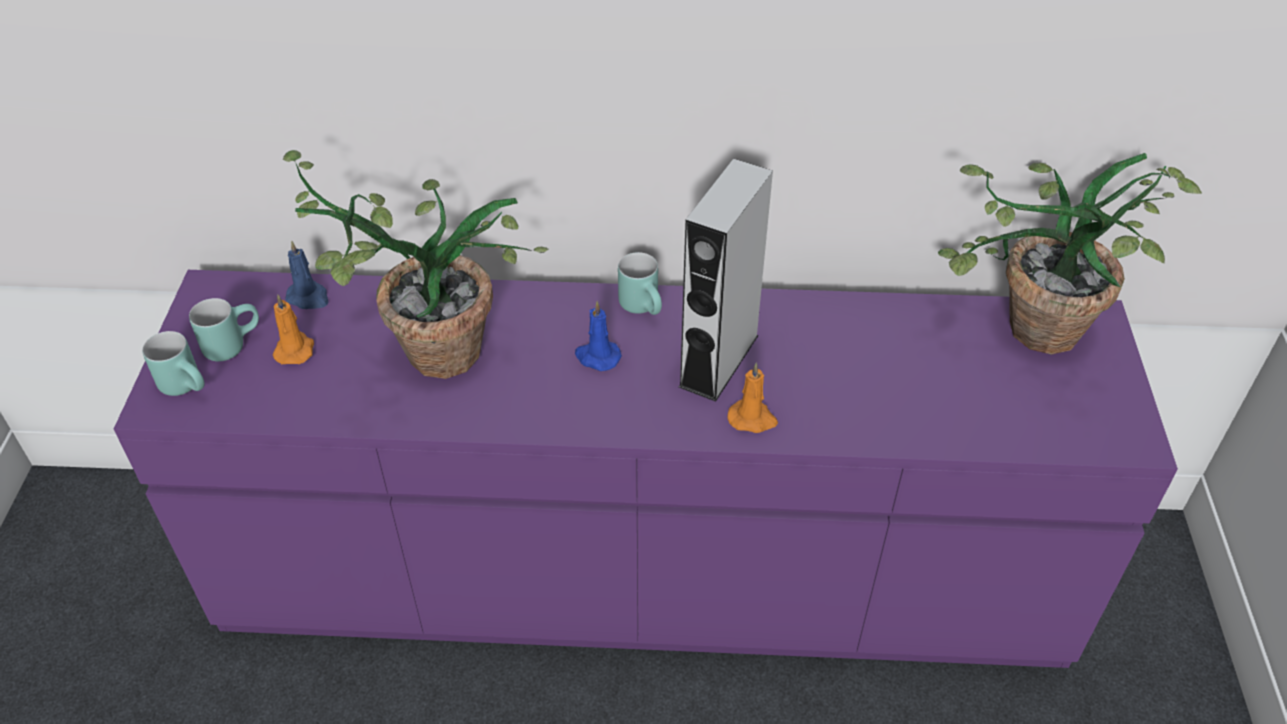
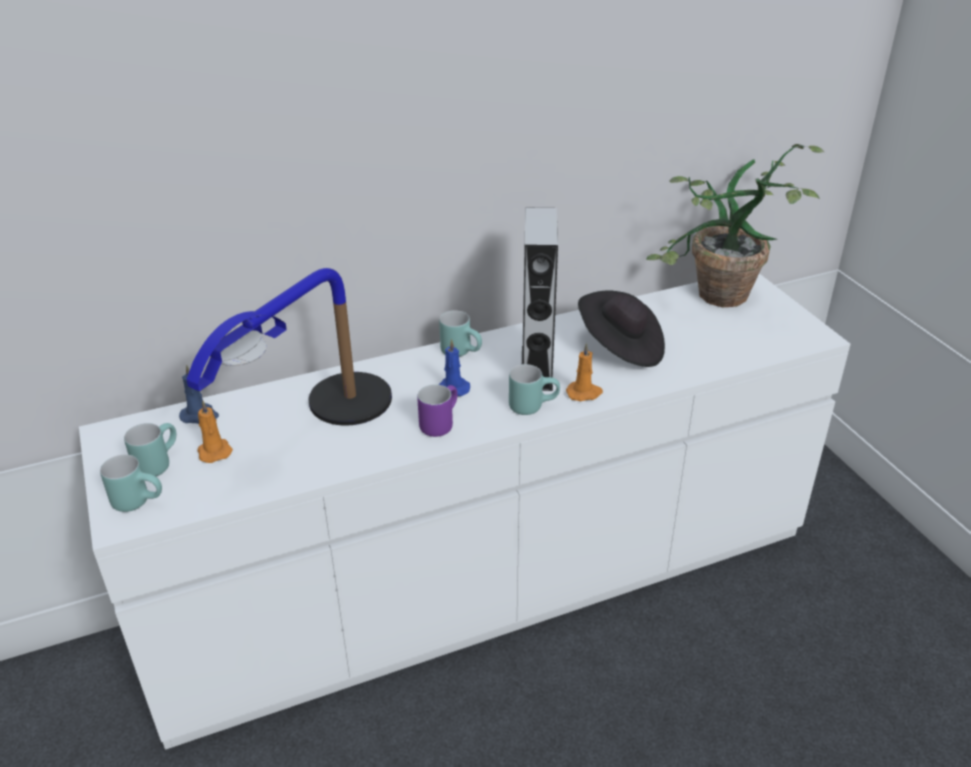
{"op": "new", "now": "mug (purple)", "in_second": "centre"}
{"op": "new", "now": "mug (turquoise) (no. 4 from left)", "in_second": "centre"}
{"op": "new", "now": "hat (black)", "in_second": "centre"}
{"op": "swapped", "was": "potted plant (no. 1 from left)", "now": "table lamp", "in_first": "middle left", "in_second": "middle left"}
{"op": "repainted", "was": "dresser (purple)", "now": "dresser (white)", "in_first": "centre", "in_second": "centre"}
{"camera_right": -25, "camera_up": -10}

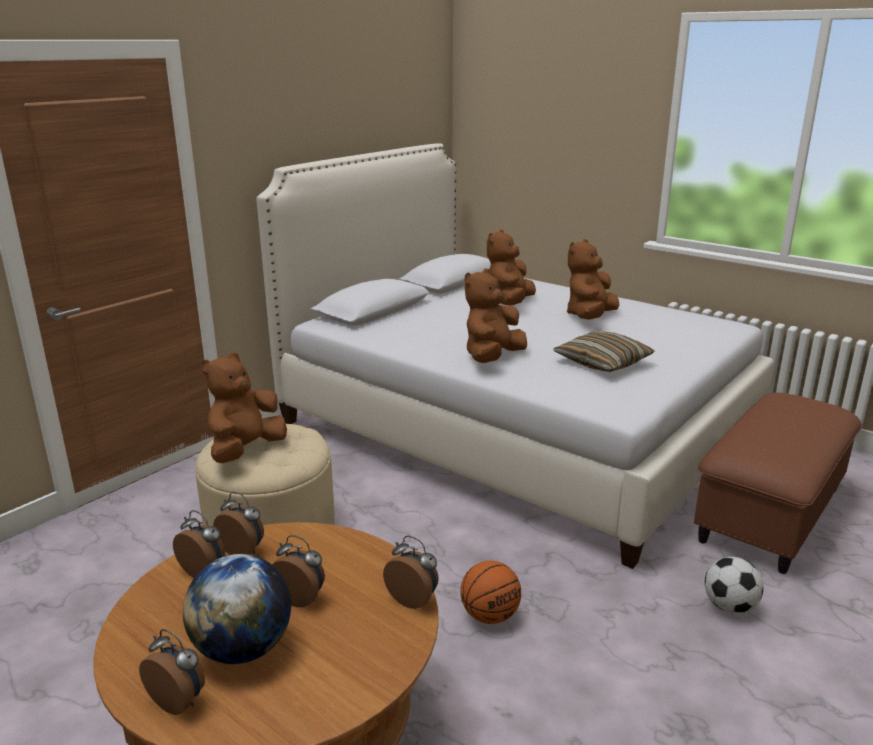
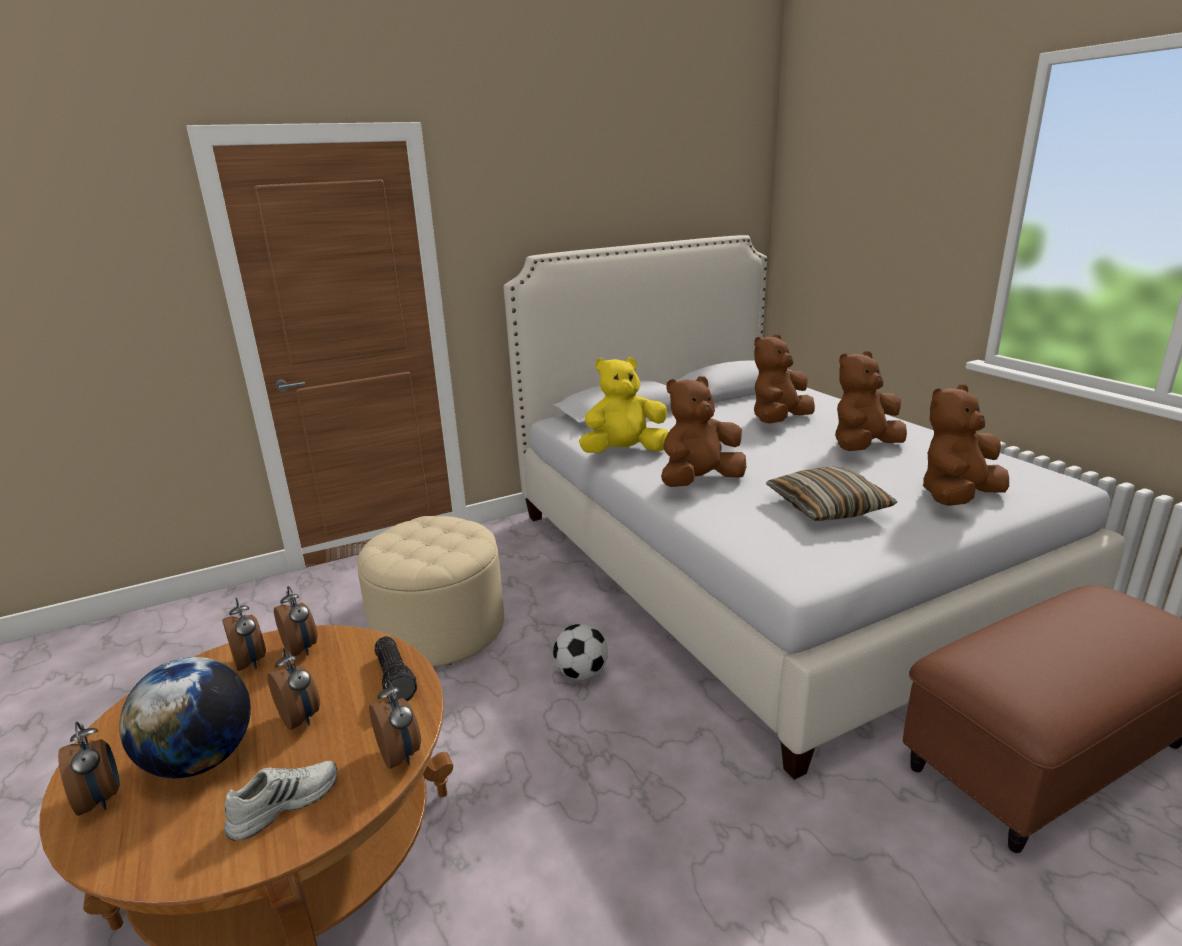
{"op": "gone", "was": "basketball", "in_first": "bottom centre"}
{"op": "new", "now": "shoe (white)", "in_second": "bottom left"}
{"op": "new", "now": "flashlight", "in_second": "bottom centre"}
{"op": "new", "now": "plush toy (yellow)", "in_second": "centre"}
{"op": "shifted", "was": "plush toy (brown) (no. 1 from left in the first image)", "now": "plush toy (brown) (no. 4 from left)", "in_first": "middle left", "in_second": "middle right"}
{"op": "shifted", "was": "football", "in_first": "bottom right", "in_second": "bottom centre"}
{"camera_right": 25, "camera_up": 0}

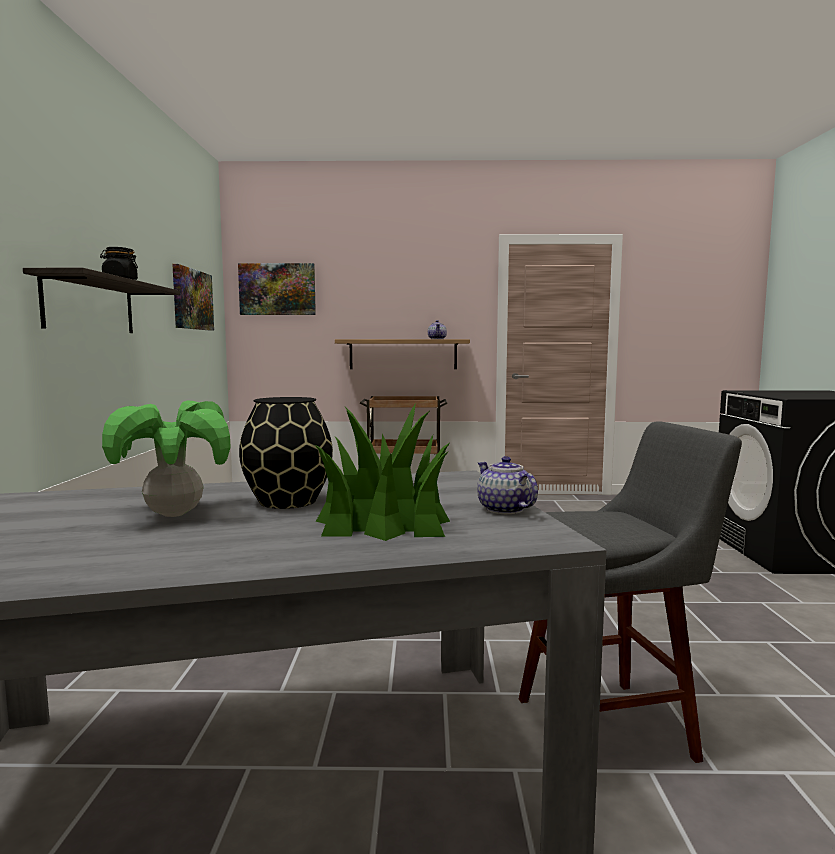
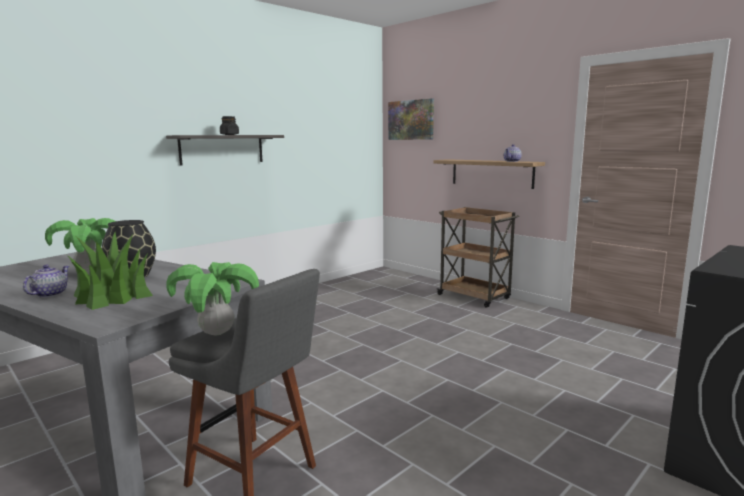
{"op": "gone", "was": "picture (no. 1 from left)", "in_first": "middle left"}
{"op": "new", "now": "potted plant (no. 3 from left)", "in_second": "middle left"}
{"op": "shifted", "was": "teapot (no. 2 from left in the first image)", "now": "teapot (no. 1 from left)", "in_first": "centre", "in_second": "middle left"}
{"camera_right": 45, "camera_up": 5}

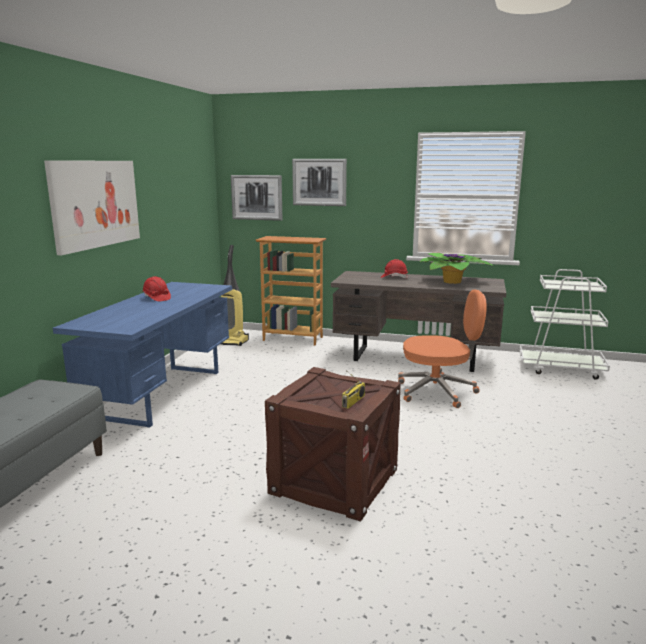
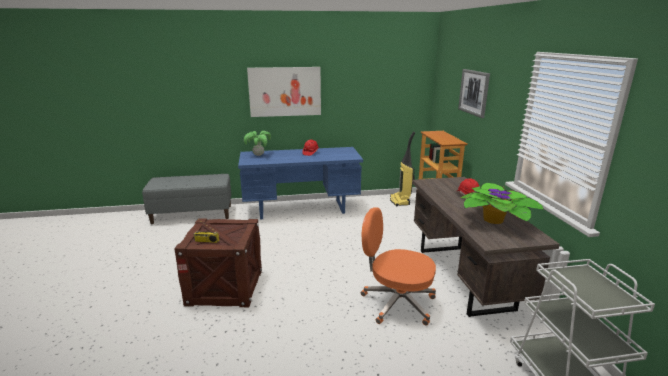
{"op": "gone", "was": "picture (no. 2 from left)", "in_first": "top centre"}
{"op": "new", "now": "potted plant (no. 1 from left)", "in_second": "centre"}
{"op": "rotated", "was": "office chair (orange)", "in_first": "middle right", "in_second": "bottom centre", "clockwise": 135}
{"camera_right": 65, "camera_up": 5}

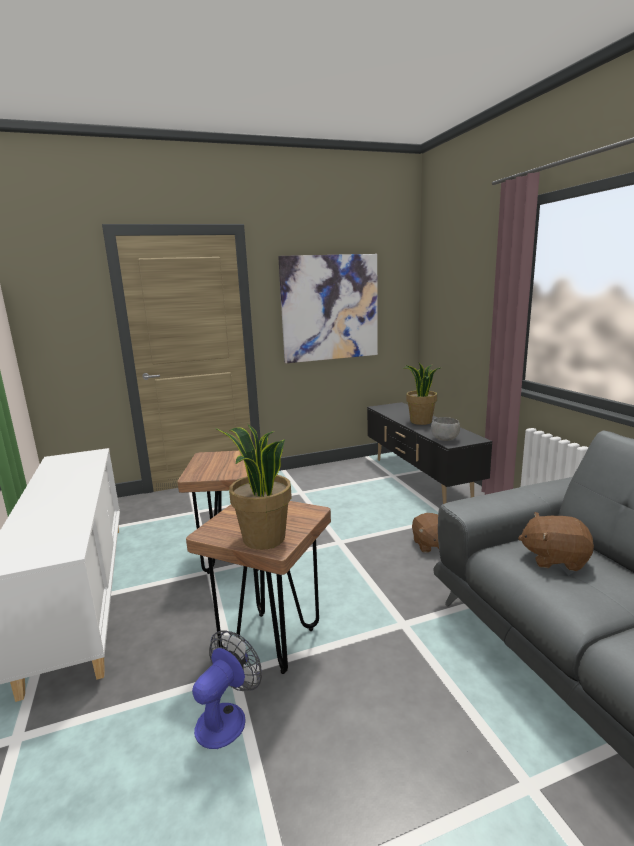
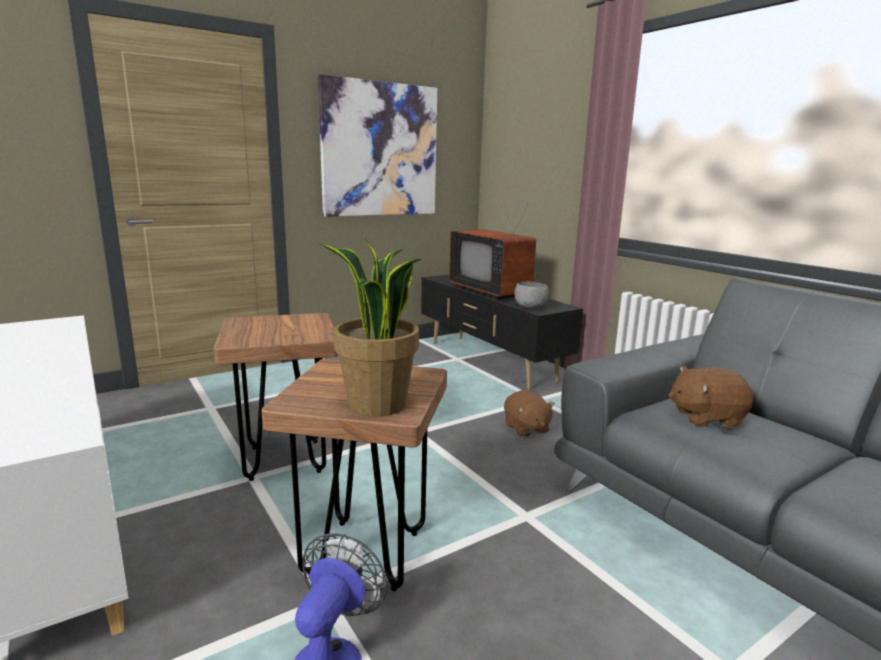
{"op": "swapped", "was": "potted plant (no. 2 from left)", "now": "television", "in_first": "centre", "in_second": "centre"}
{"camera_right": -15, "camera_up": 0}

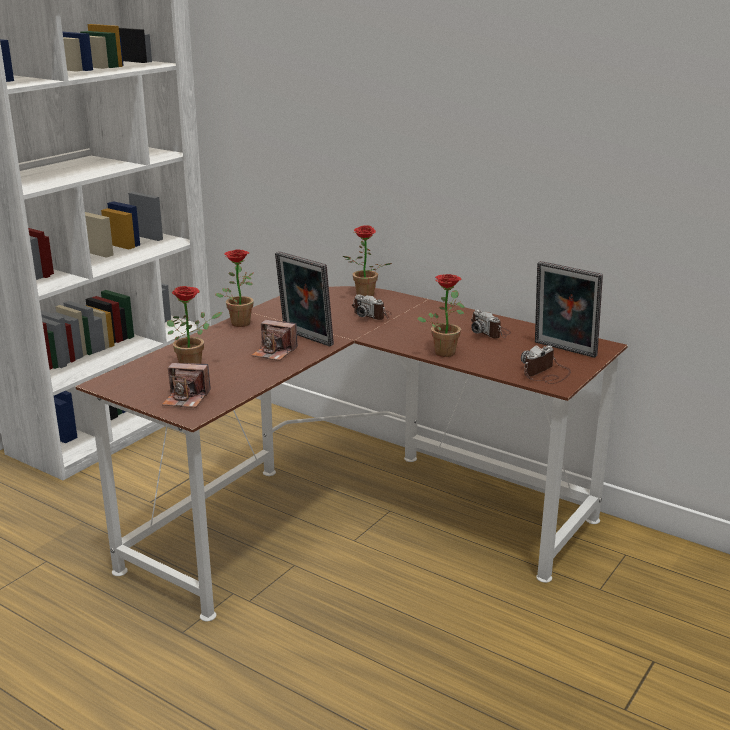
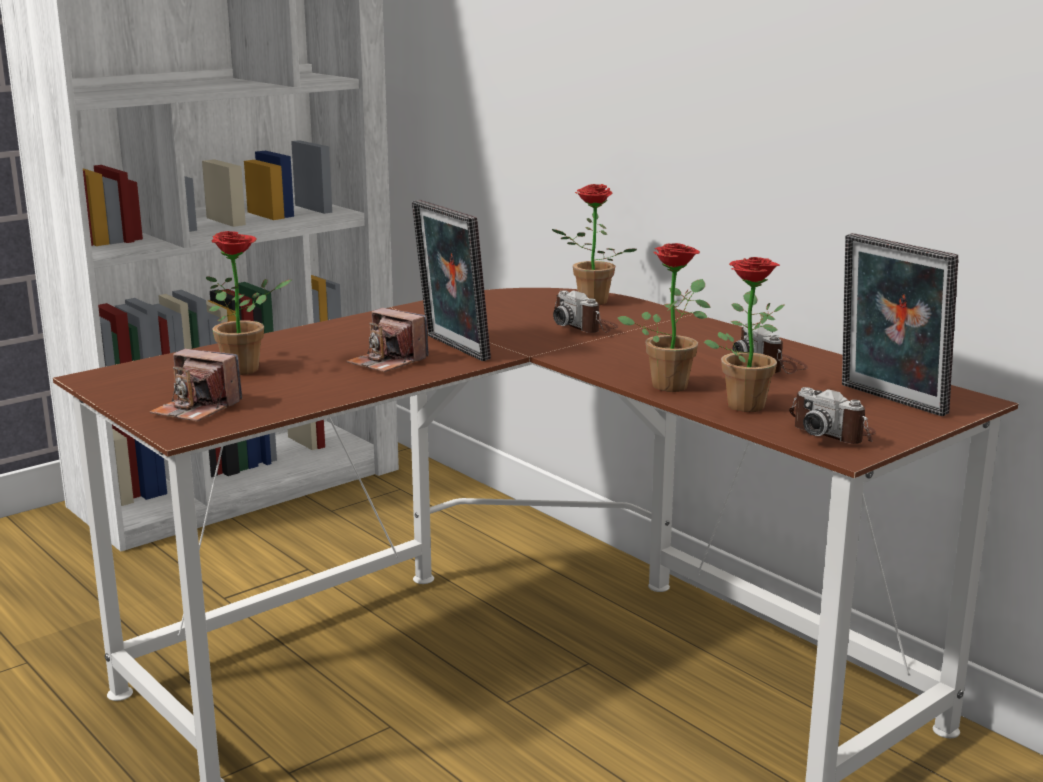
{"op": "shifted", "was": "potted plant (no. 2 from left in the first image)", "now": "potted plant (no. 4 from left)", "in_first": "middle left", "in_second": "middle right"}
{"op": "rotated", "was": "photo camera (no. 5 from left)", "in_first": "middle right", "in_second": "middle right", "clockwise": -105}
{"camera_right": 15, "camera_up": -5}

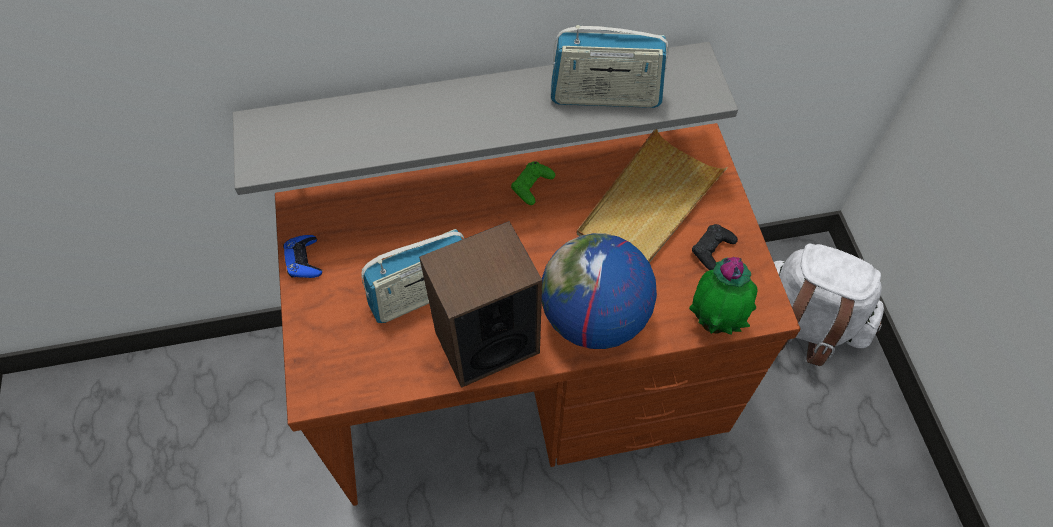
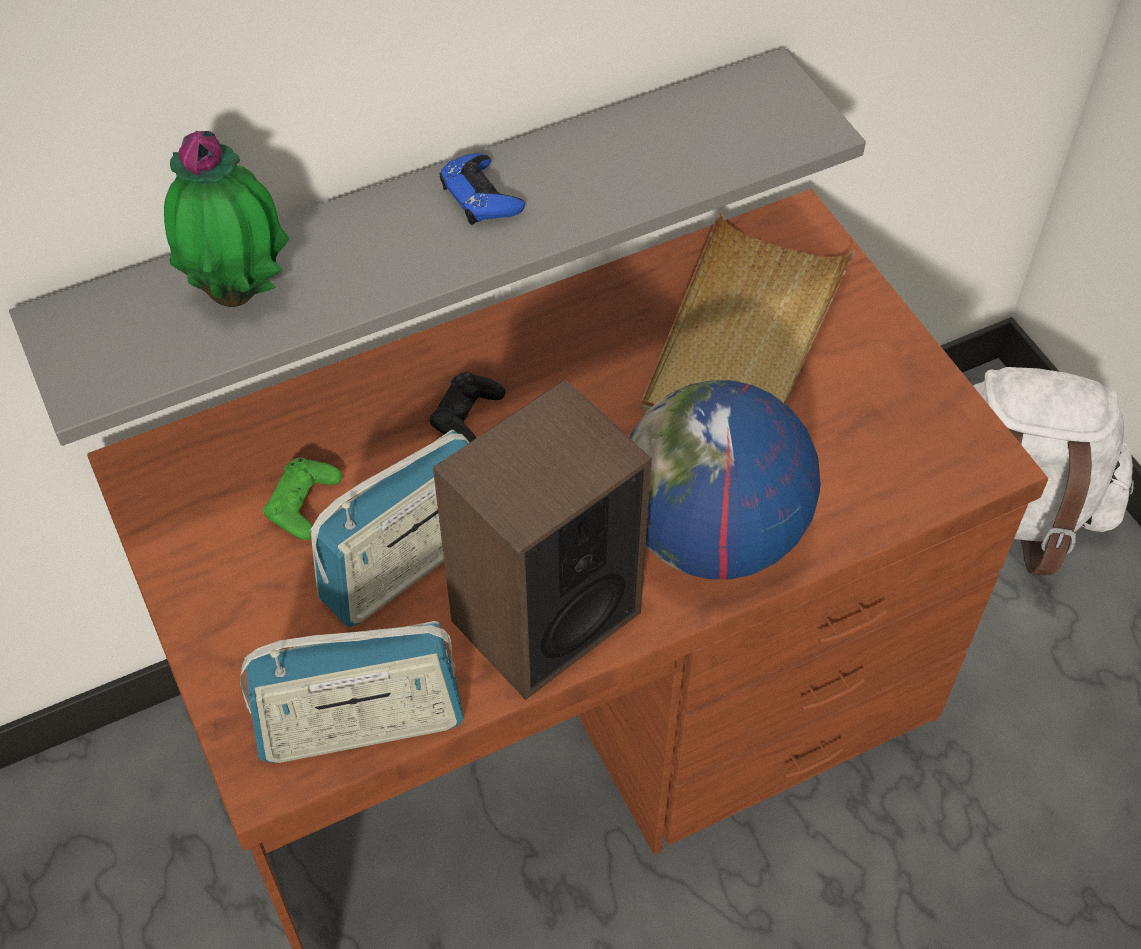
{"op": "shifted", "was": "game controller (blue)", "in_first": "middle left", "in_second": "top centre"}
{"op": "shifted", "was": "game controller (green)", "in_first": "centre", "in_second": "middle left"}
{"op": "shifted", "was": "radio (no. 2 from left in the first image)", "now": "radio (no. 1 from left)", "in_first": "top centre", "in_second": "bottom left"}
{"op": "shifted", "was": "potted plant", "in_first": "middle right", "in_second": "top left"}
{"op": "shifted", "was": "game controller (black)", "in_first": "middle right", "in_second": "centre"}
{"camera_right": -15, "camera_up": -5}

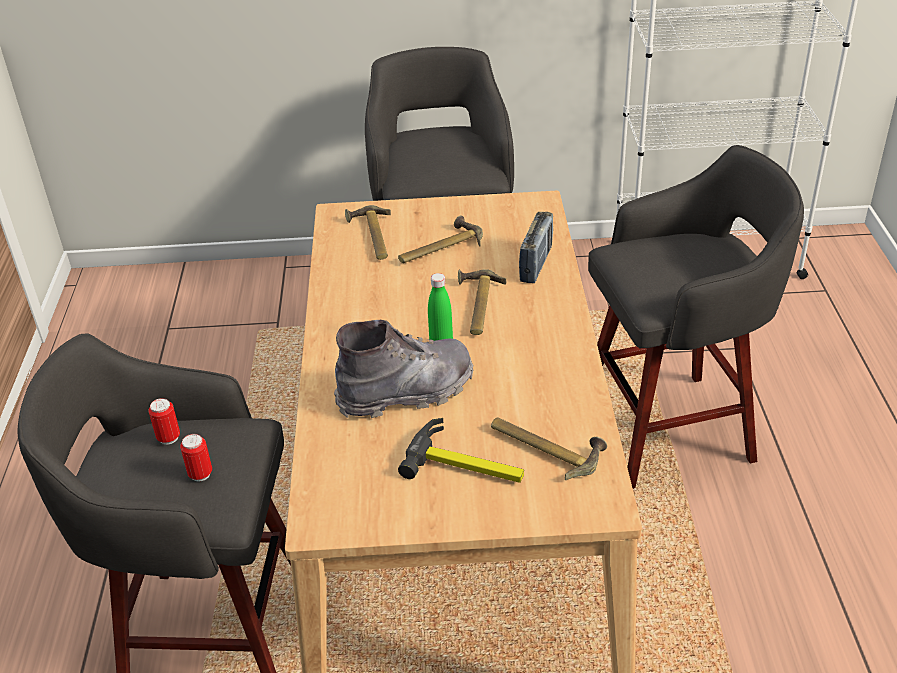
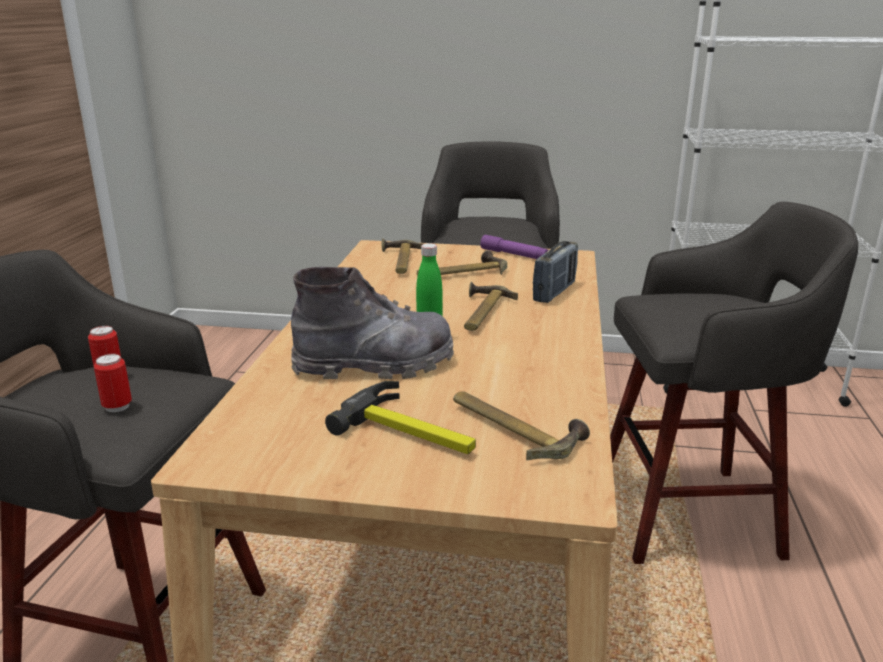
{"op": "new", "now": "flashlight (purple)", "in_second": "centre"}
{"camera_right": 10, "camera_up": -15}

